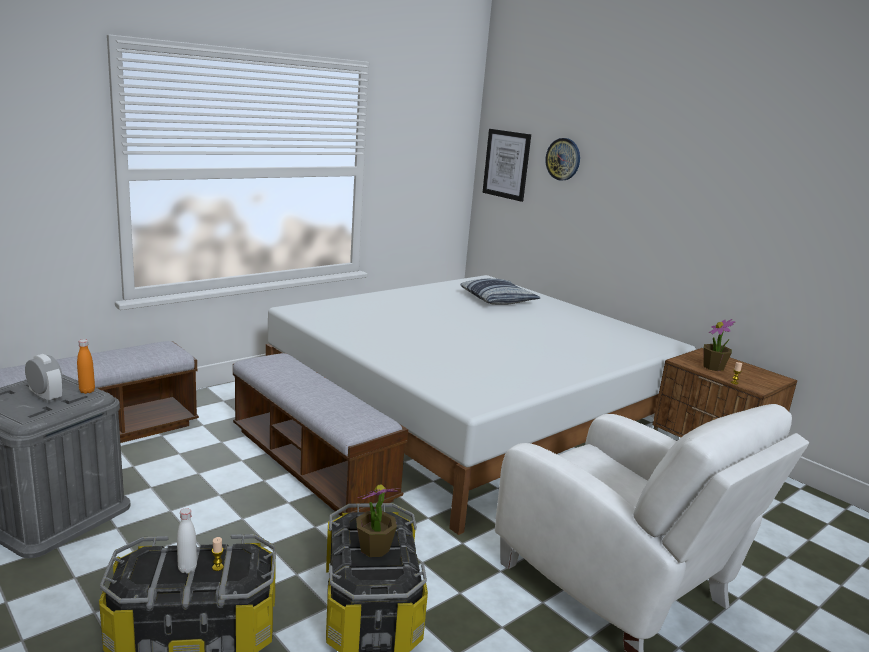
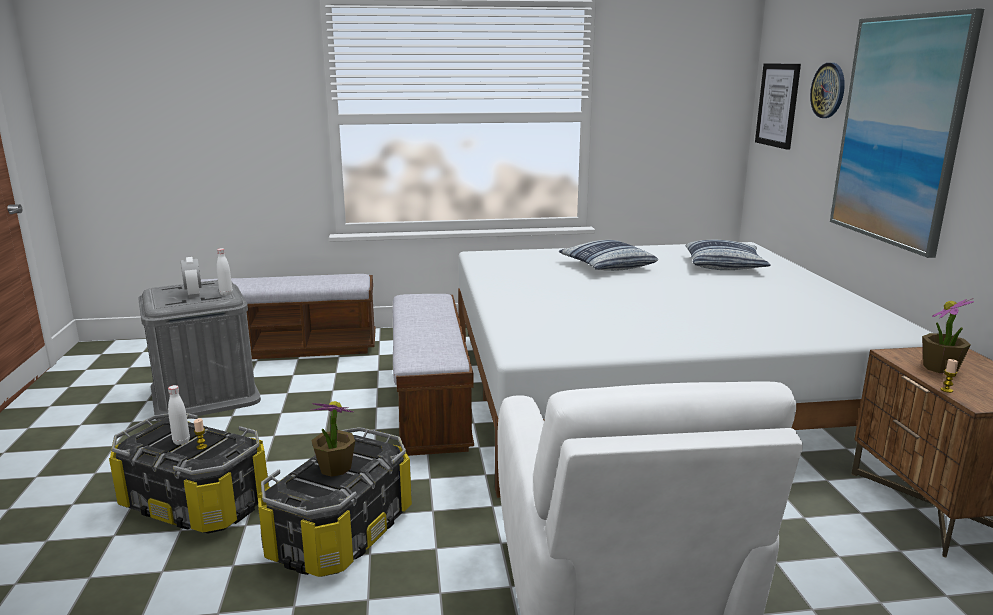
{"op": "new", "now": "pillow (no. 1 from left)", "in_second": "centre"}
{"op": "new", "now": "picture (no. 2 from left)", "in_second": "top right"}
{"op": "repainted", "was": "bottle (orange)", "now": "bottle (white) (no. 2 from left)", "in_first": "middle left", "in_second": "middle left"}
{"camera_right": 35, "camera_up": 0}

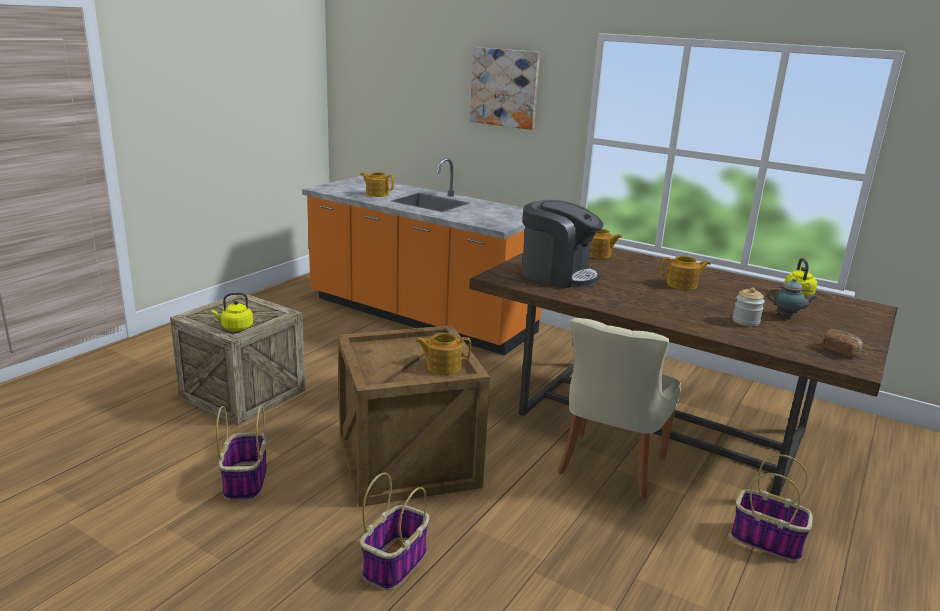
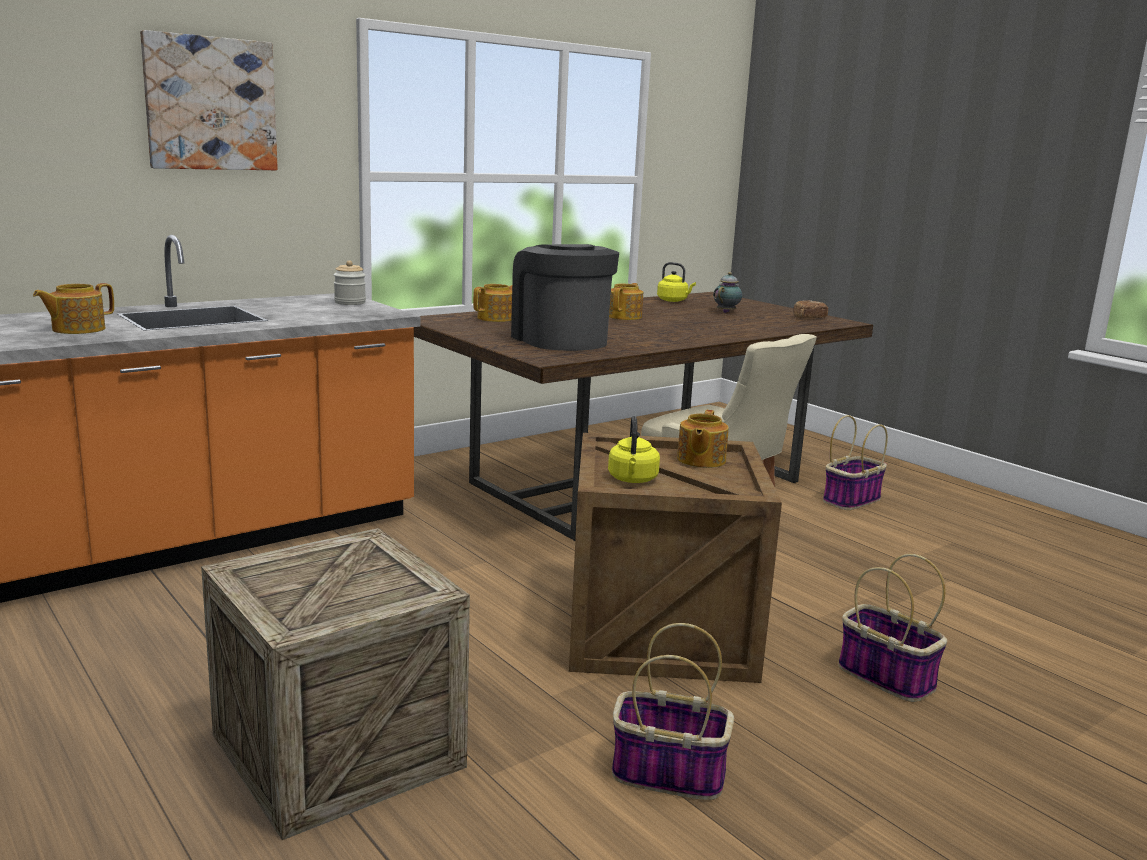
{"op": "shifted", "was": "kettle (yellow) (no. 1 from left)", "in_first": "middle left", "in_second": "centre"}
{"op": "shifted", "was": "jar", "in_first": "middle right", "in_second": "top left"}
{"op": "rotated", "was": "coffee machine", "in_first": "centre", "in_second": "centre", "clockwise": -75}
{"camera_right": -70, "camera_up": -5}

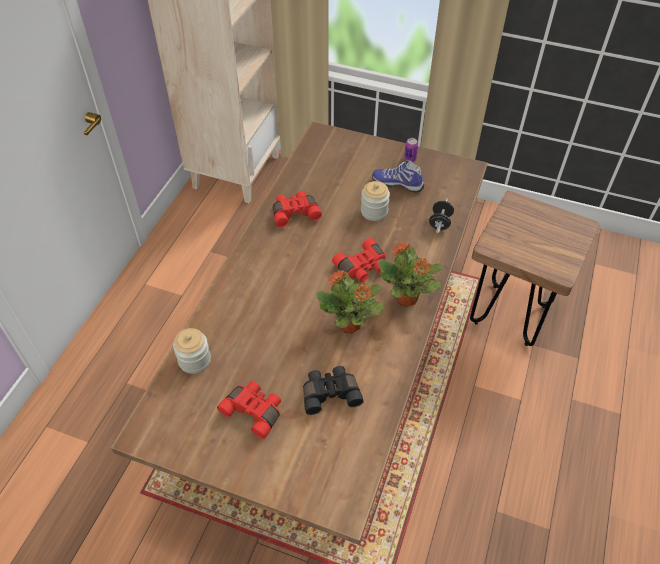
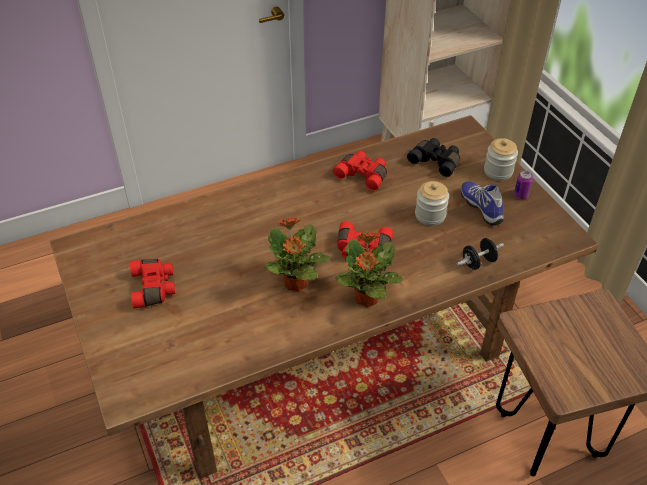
{"op": "shifted", "was": "jar (no. 1 from left in the first image)", "now": "jar (no. 2 from left)", "in_first": "middle left", "in_second": "top right"}
{"op": "shifted", "was": "binoculars (black)", "in_first": "bottom centre", "in_second": "top right"}
{"camera_right": 45, "camera_up": -5}

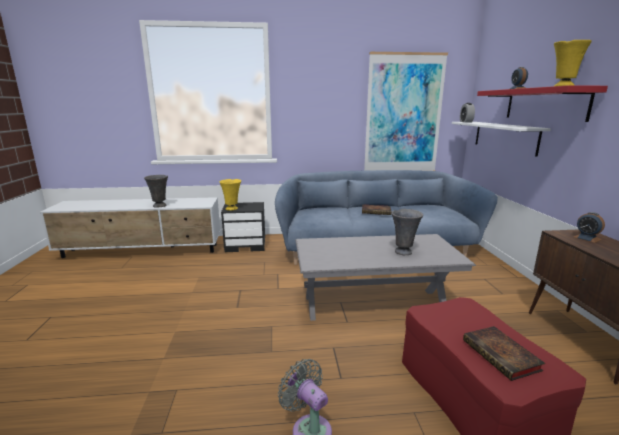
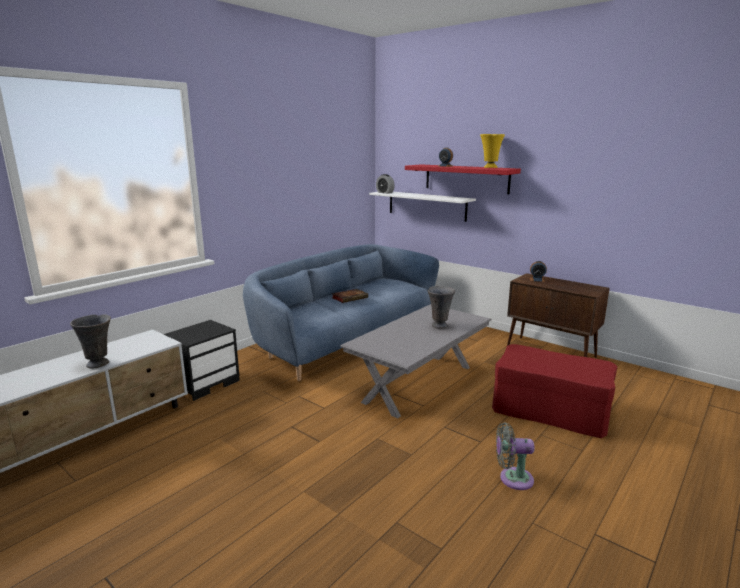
{"op": "gone", "was": "vase (yellow) (no. 1 from left)", "in_first": "centre"}
{"op": "gone", "was": "picture", "in_first": "top centre"}
{"op": "gone", "was": "book (no. 2 from left)", "in_first": "bottom right"}
{"camera_right": -45, "camera_up": 0}

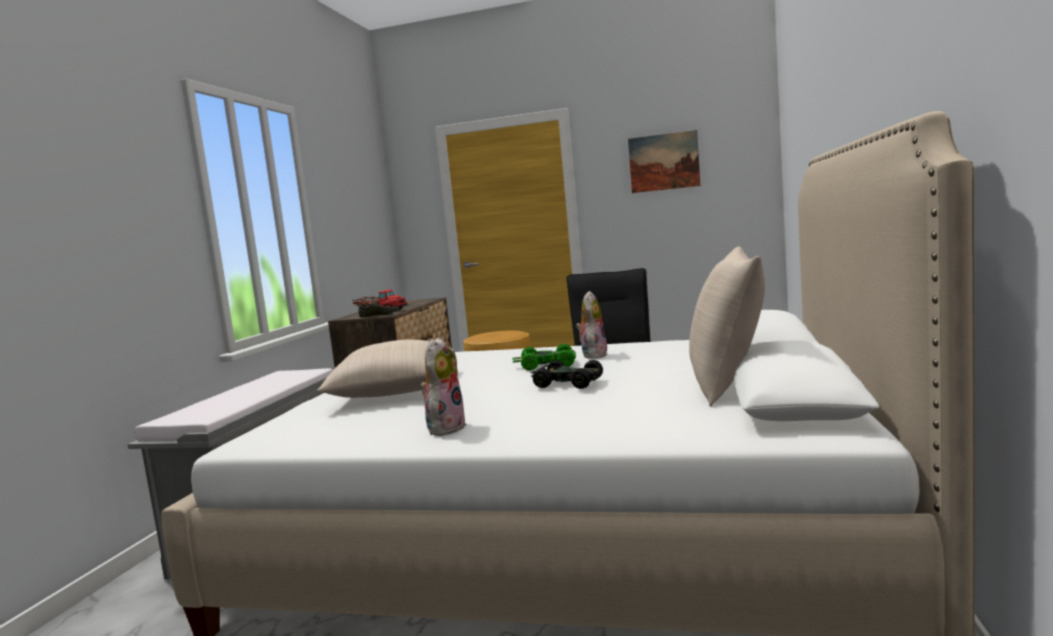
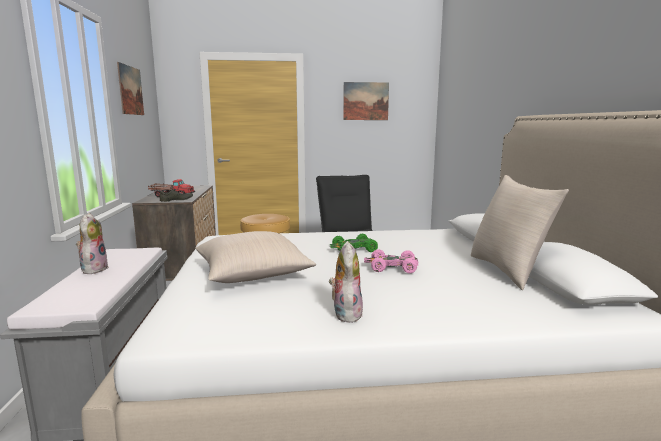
{"op": "new", "now": "picture (no. 1 from left)", "in_second": "top left"}
{"op": "shifted", "was": "plush toy (no. 2 from left in the first image)", "now": "plush toy (no. 1 from left)", "in_first": "centre", "in_second": "middle left"}
{"op": "repainted", "was": "toy car (black)", "now": "toy car (pink)", "in_first": "centre", "in_second": "centre"}
{"camera_right": -20, "camera_up": 5}

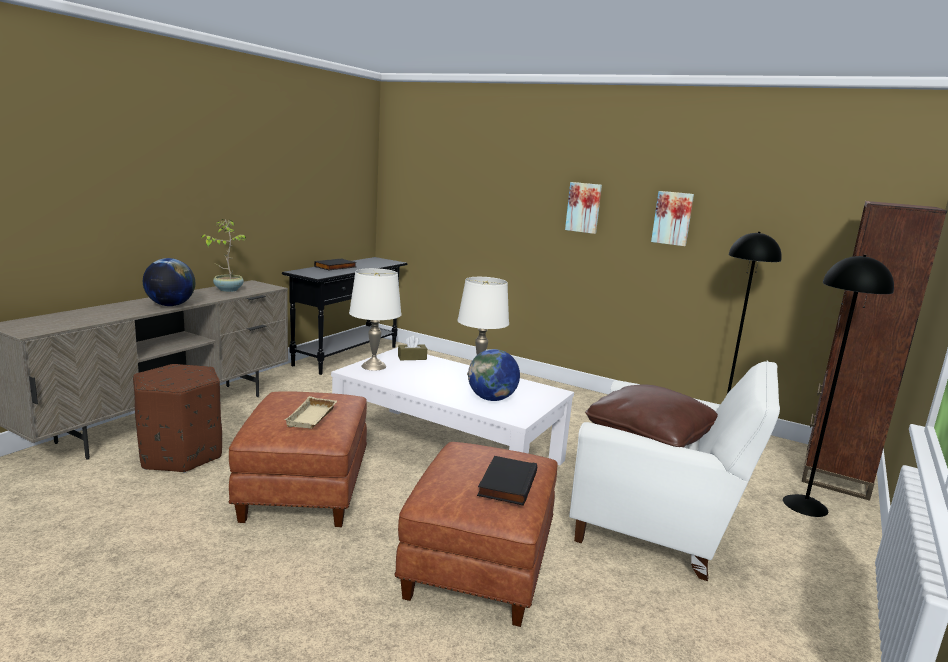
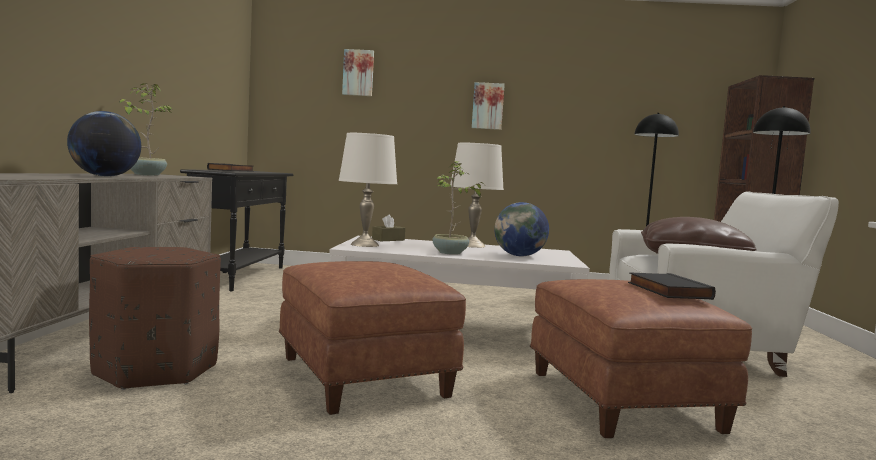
{"op": "gone", "was": "tray (beige)", "in_first": "middle left"}
{"op": "new", "now": "potted plant (no. 2 from left)", "in_second": "centre"}
{"op": "shifted", "was": "picture (no. 2 from left in the first image)", "now": "picture (no. 1 from left)", "in_first": "top right", "in_second": "top centre"}
{"camera_right": -25, "camera_up": -10}

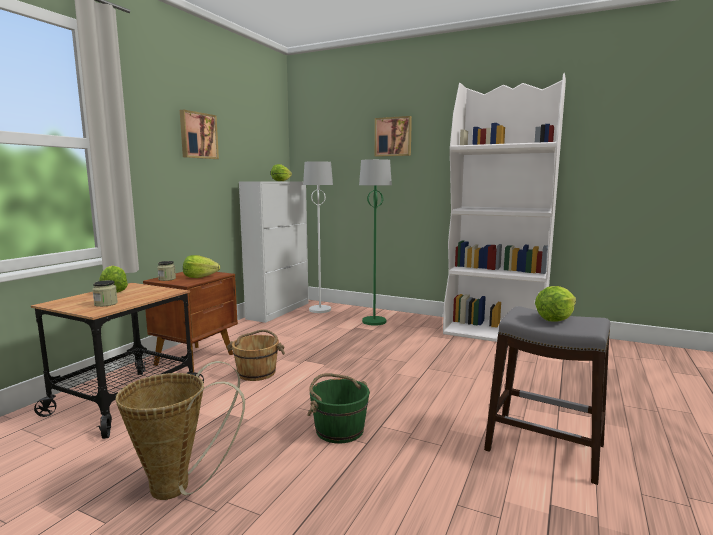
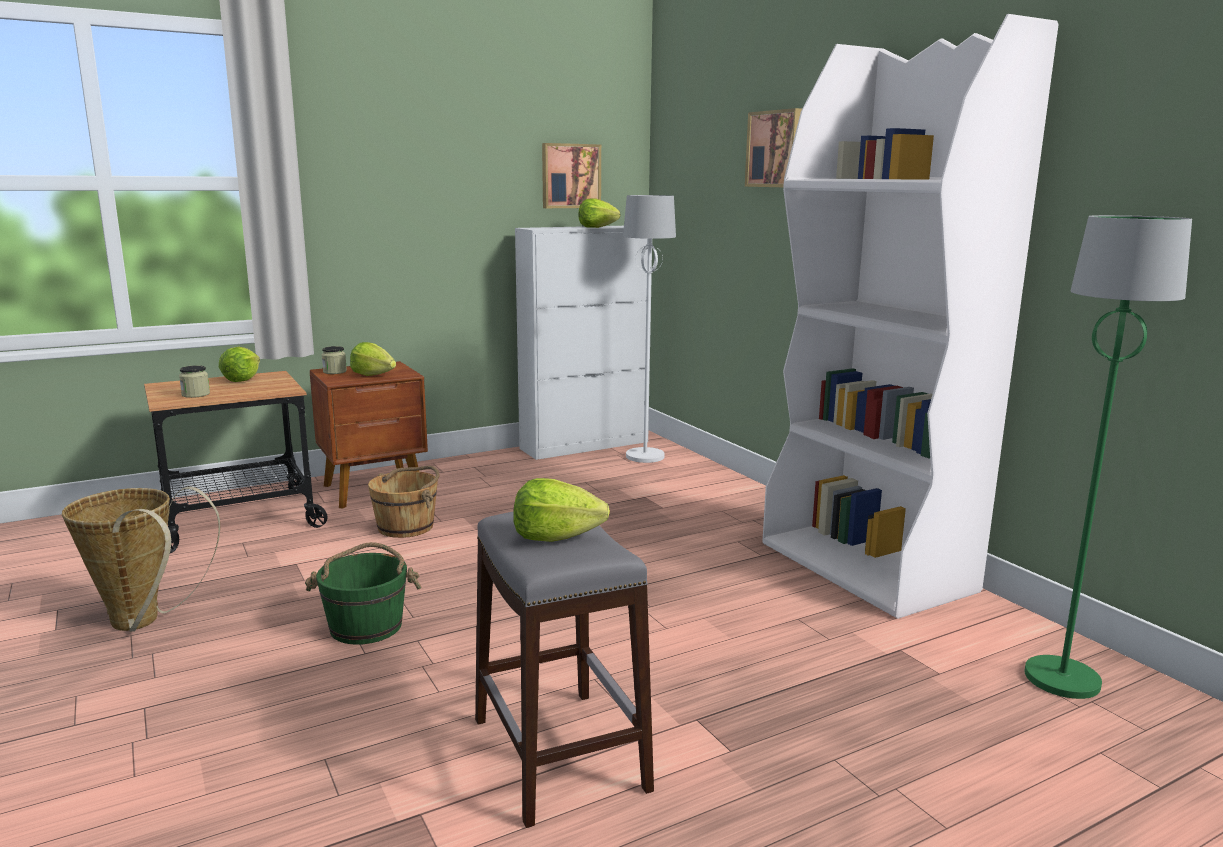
{"op": "shifted", "was": "picture (no. 1 from left)", "in_first": "top left", "in_second": "top centre"}
{"op": "shifted", "was": "floor lamp (green)", "in_first": "centre", "in_second": "middle right"}
{"camera_right": 35, "camera_up": 5}

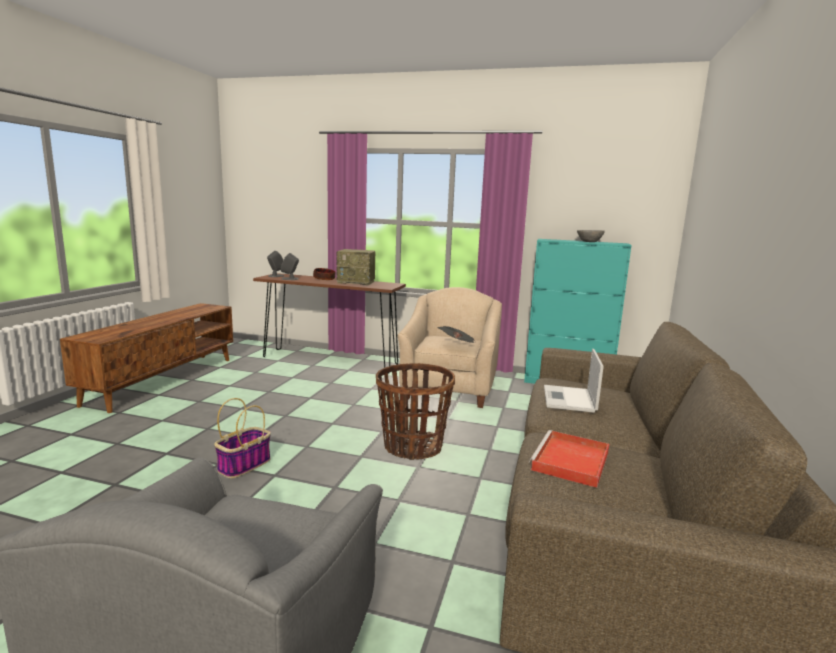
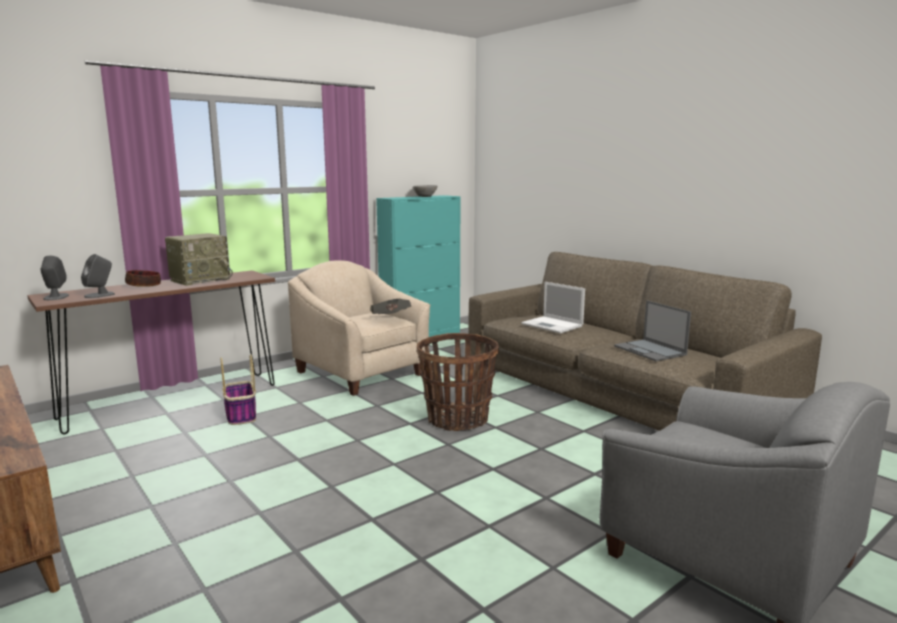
{"op": "shifted", "was": "basket (no. 1 from left)", "in_first": "bottom left", "in_second": "middle left"}
{"op": "swapped", "was": "tray (red)", "now": "laptop (no. 2 from left)", "in_first": "bottom right", "in_second": "middle right"}
{"camera_right": -55, "camera_up": 0}

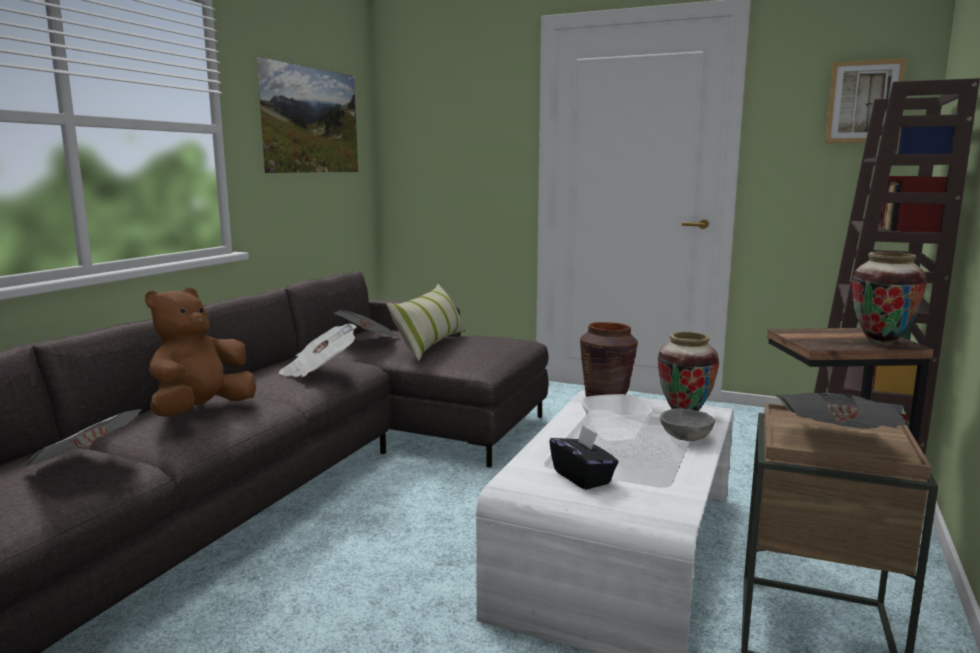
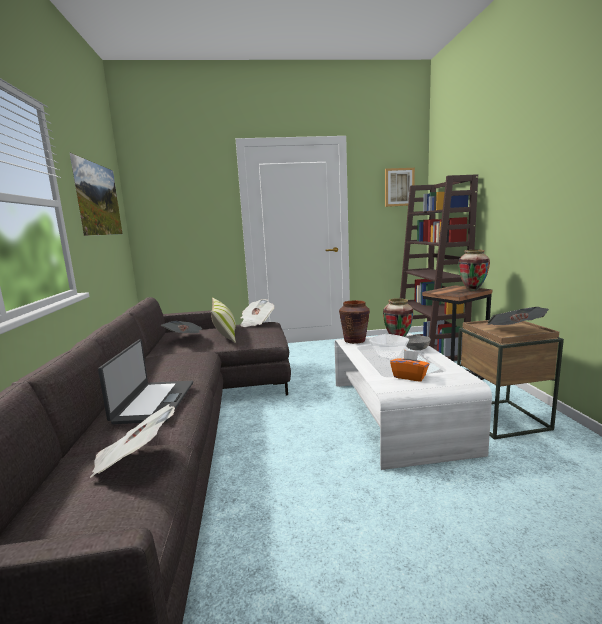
{"op": "shifted", "was": "newspaper (no. 2 from left in the first image)", "now": "newspaper (no. 3 from left)", "in_first": "middle left", "in_second": "centre"}
{"op": "swapped", "was": "plush toy (brown)", "now": "laptop", "in_first": "middle left", "in_second": "middle left"}
{"op": "repainted", "was": "tissue box (black)", "now": "tissue box (orange)", "in_first": "bottom centre", "in_second": "middle right"}
{"camera_right": -30, "camera_up": 0}

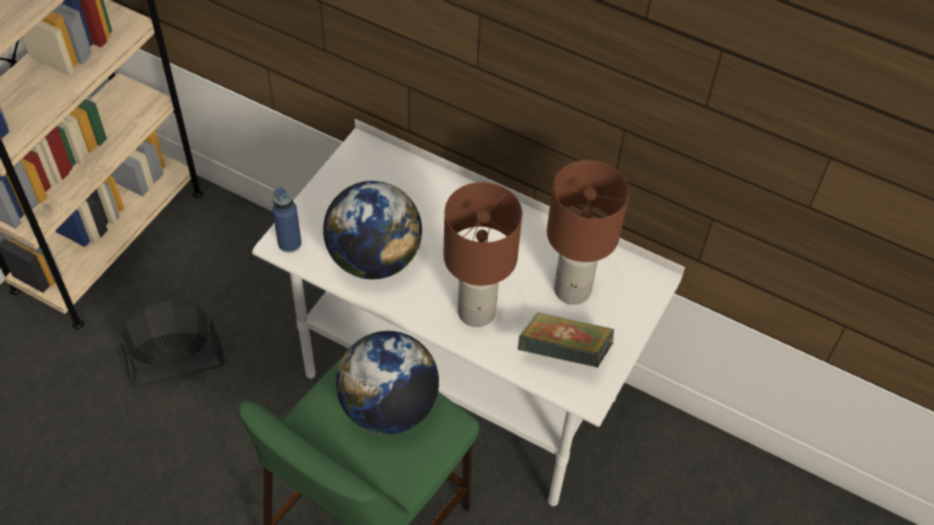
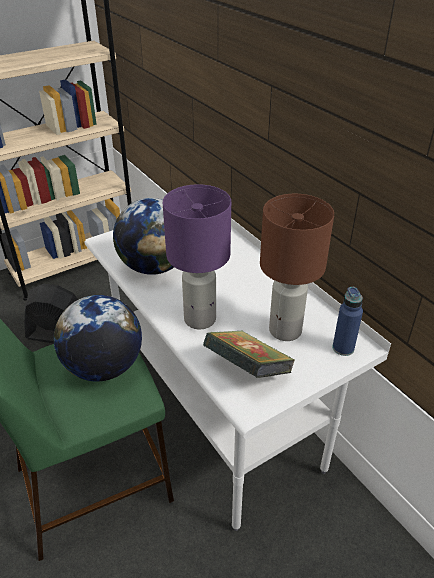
{"op": "shifted", "was": "bottle (blue)", "in_first": "middle left", "in_second": "middle right"}
{"op": "repainted", "was": "table lamp (brown) (no. 1 from left)", "now": "table lamp (purple)", "in_first": "centre", "in_second": "centre"}
{"camera_right": 30, "camera_up": -15}

